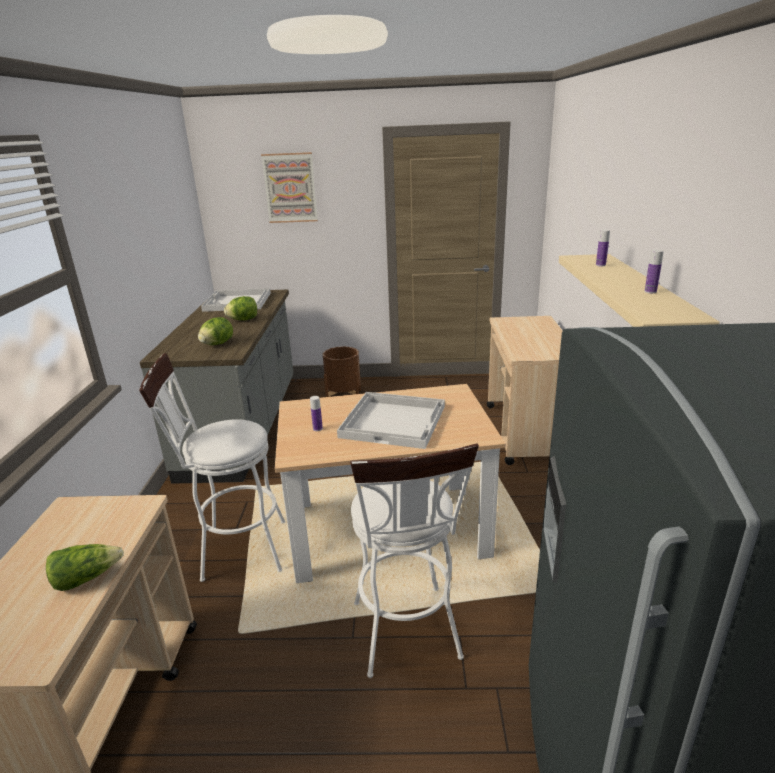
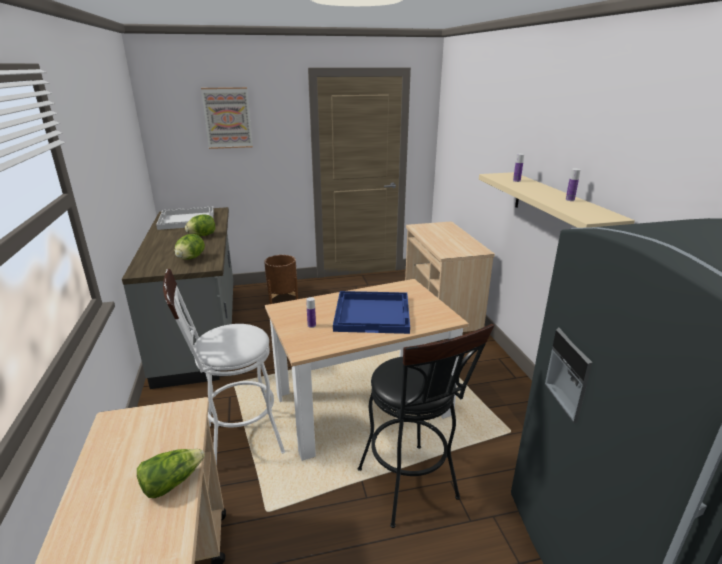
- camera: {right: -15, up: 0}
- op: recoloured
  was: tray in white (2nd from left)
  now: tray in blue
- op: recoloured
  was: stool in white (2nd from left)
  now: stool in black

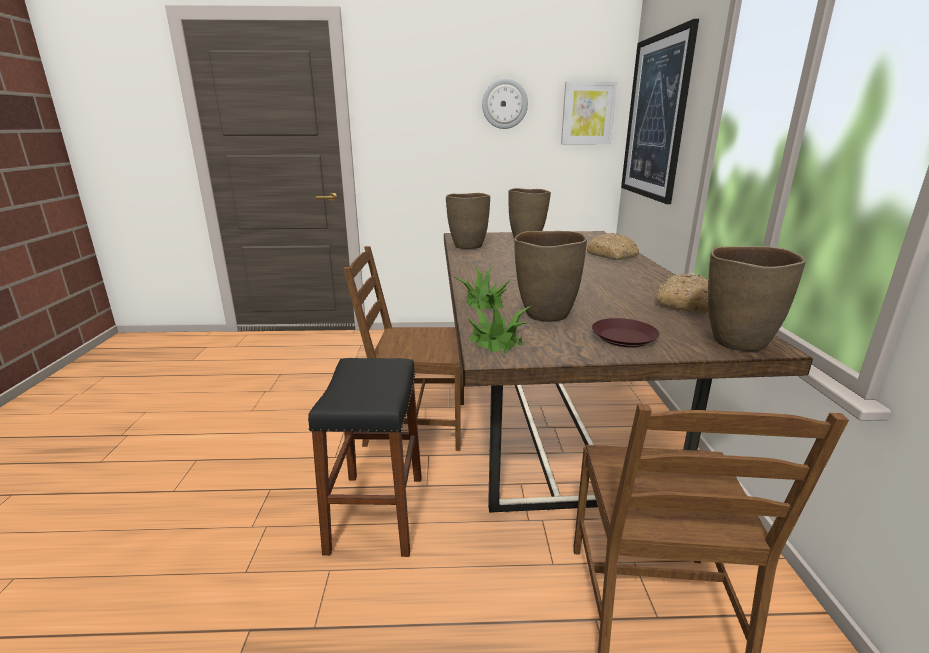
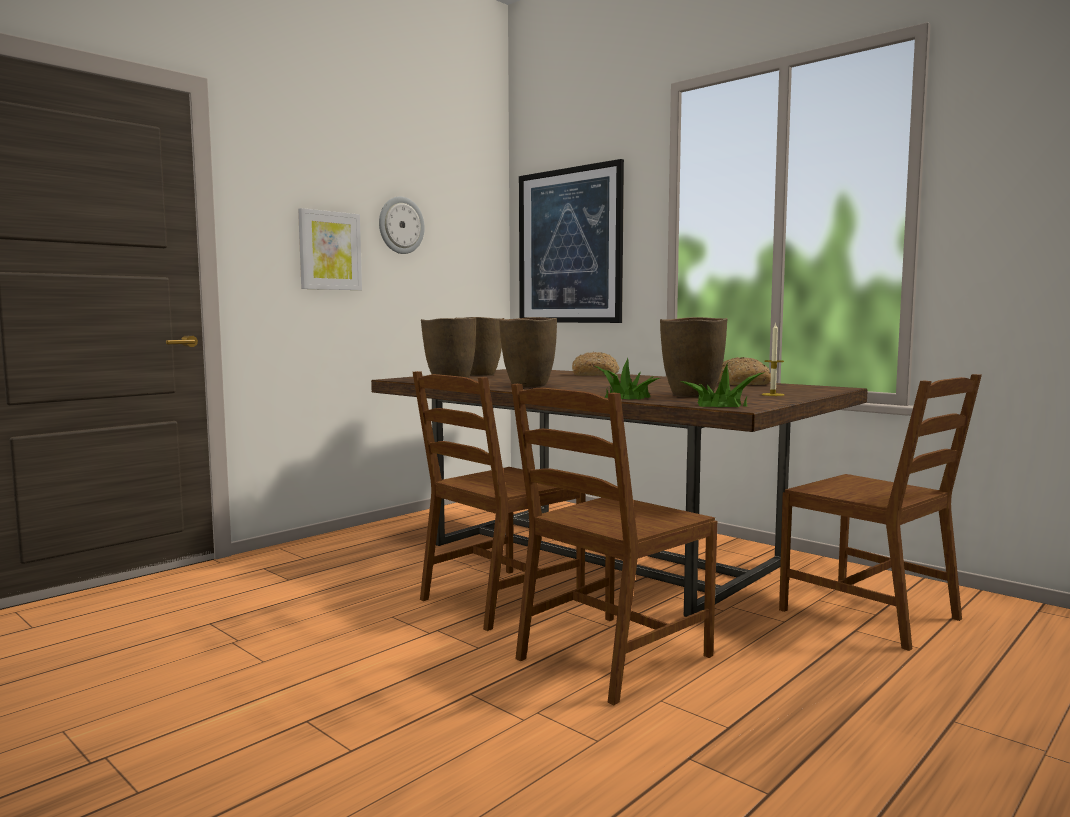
- camera: {right: -45, up: -15}
- op: moved
  was: picture (1st from left)
- op: moved
  was: vase in brown (4th from left in the first image)
  now: vase in brown (3rd from left)
- op: replaced
  was: stool in black
  now: chair in brown (2nd from left)
- op: replaced
  was: plate in brown
  now: candle

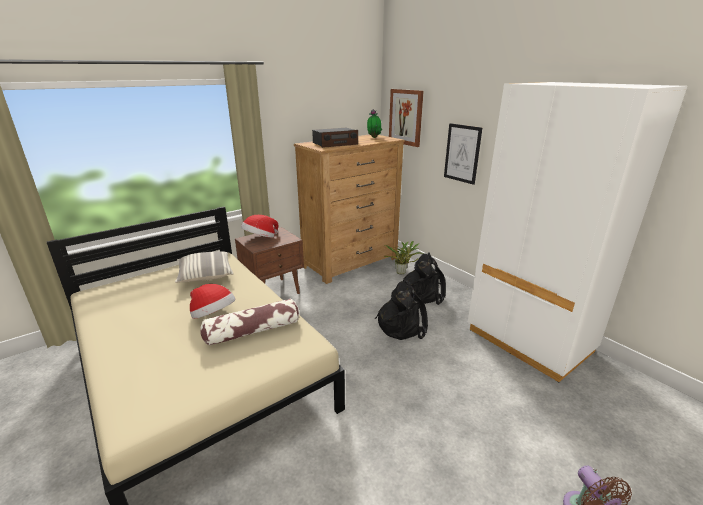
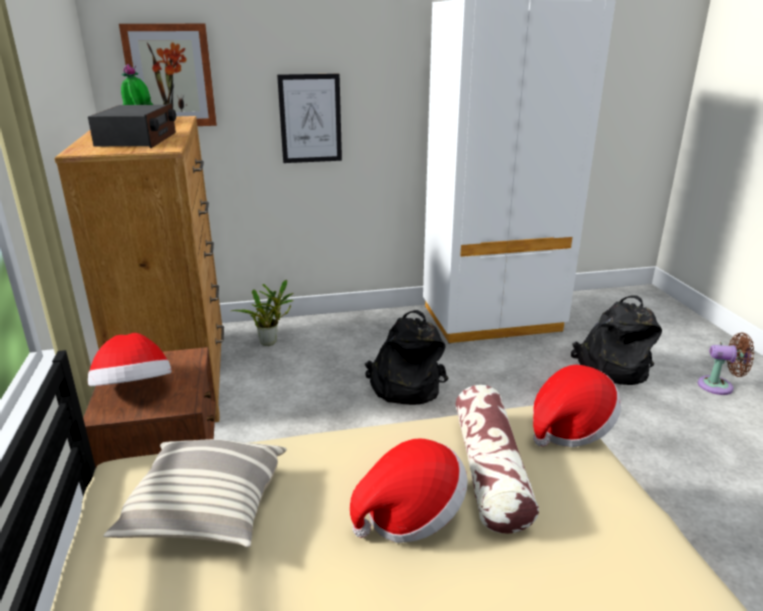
- camera: {right: -65, up: 0}
- op: added
  now: hat (3rd from left)
- op: moved
  was: backpack in black (2nd from left)

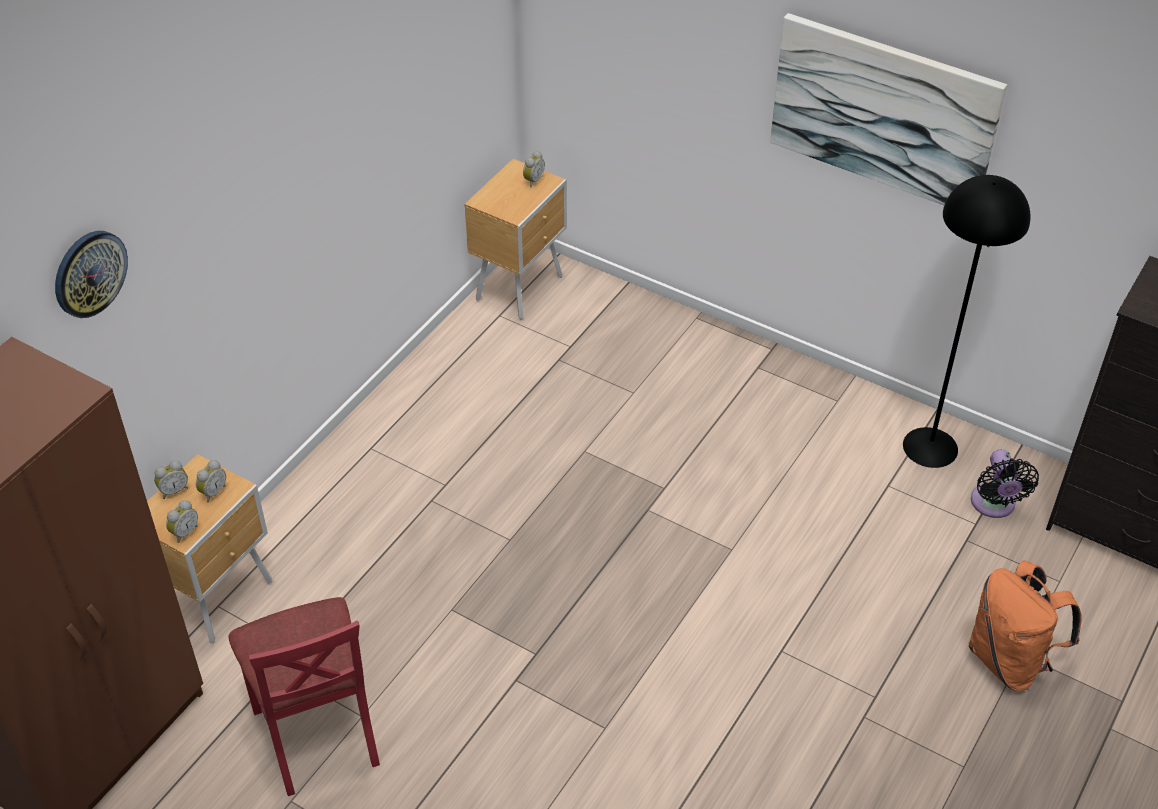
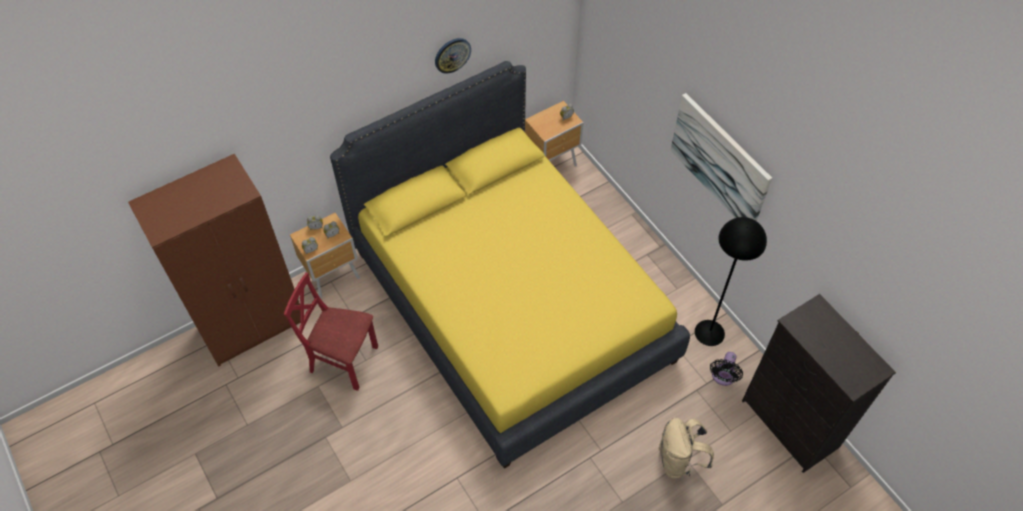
- camera: {right: 25, up: 10}
- op: turned
  was: chair in red
  clockwise: 105
- op: added
  now: bed in yellow
- op: moved
  was: wall clock
- op: recoloured
  was: backpack in orange
  now: backpack in beige

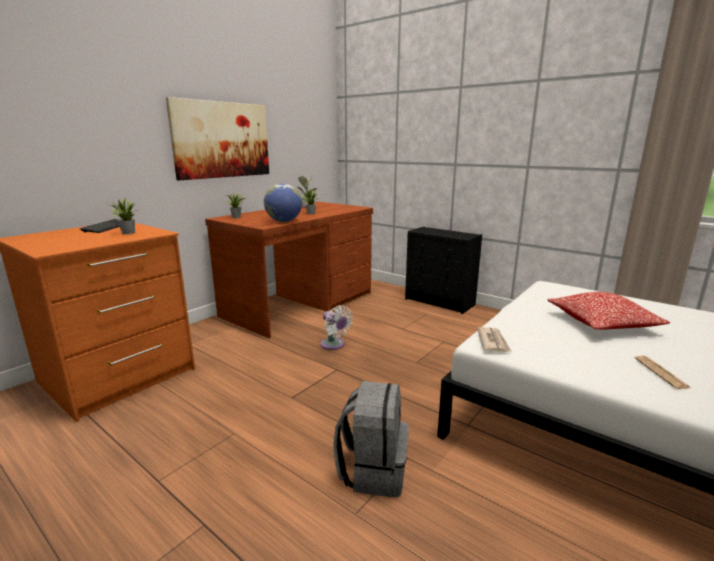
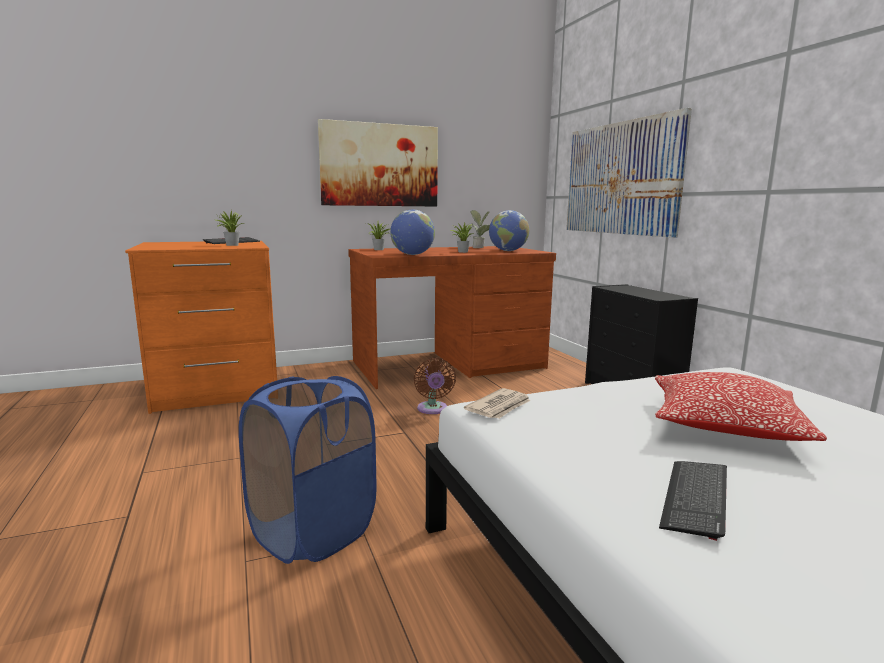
- camera: {right: 30, up: -5}
- op: replaced
  was: backpack in grey
  now: laundry basket in blue
- op: recoloured
  was: fan in white
  now: fan in brown
- op: added
  now: globe (2nd from left)
- op: added
  now: picture (2nd from left)
- op: replaced
  was: newspaper (2nd from left)
  now: keyboard (2nd from left)

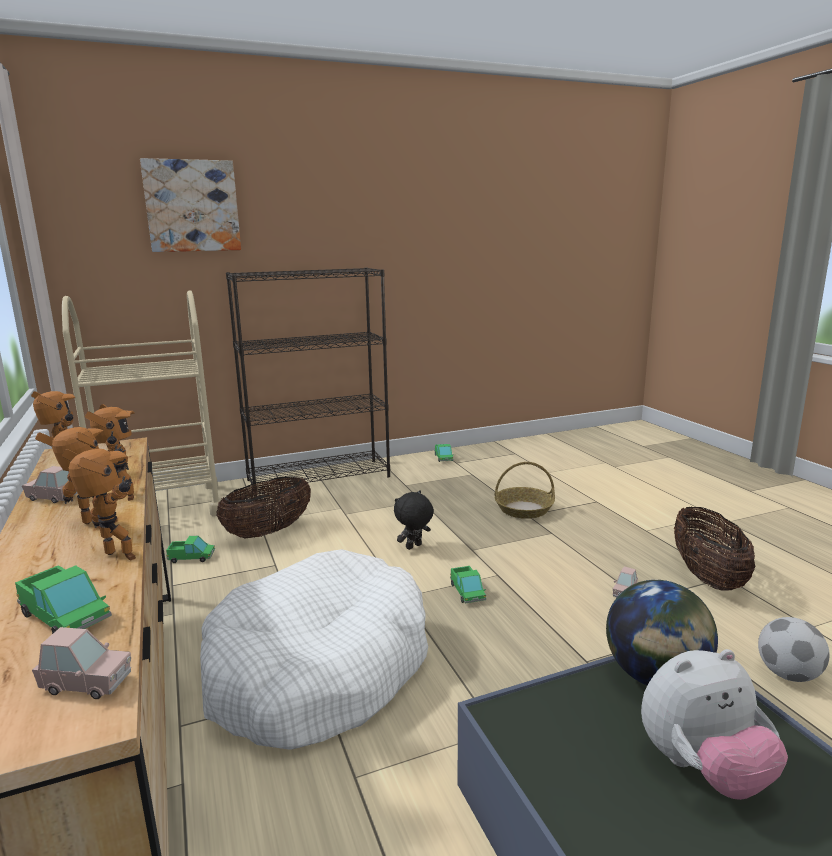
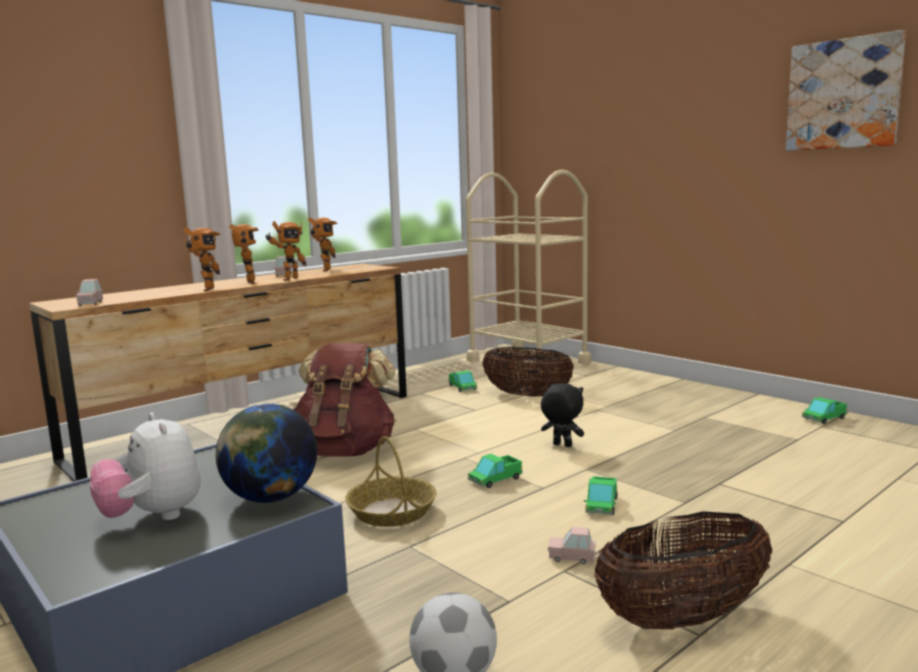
- camera: {right: 70, up: -5}
- op: replaced
  was: dog bed in white
  now: backpack in brown
- op: moved
  was: basket (2nd from left in the first image)
  now: basket (1st from left)
- op: moved
  was: toy truck (1st from left in the first image)
  now: toy truck (3rd from left)
- op: moved
  was: picture
- op: removed
  was: bookcase in black

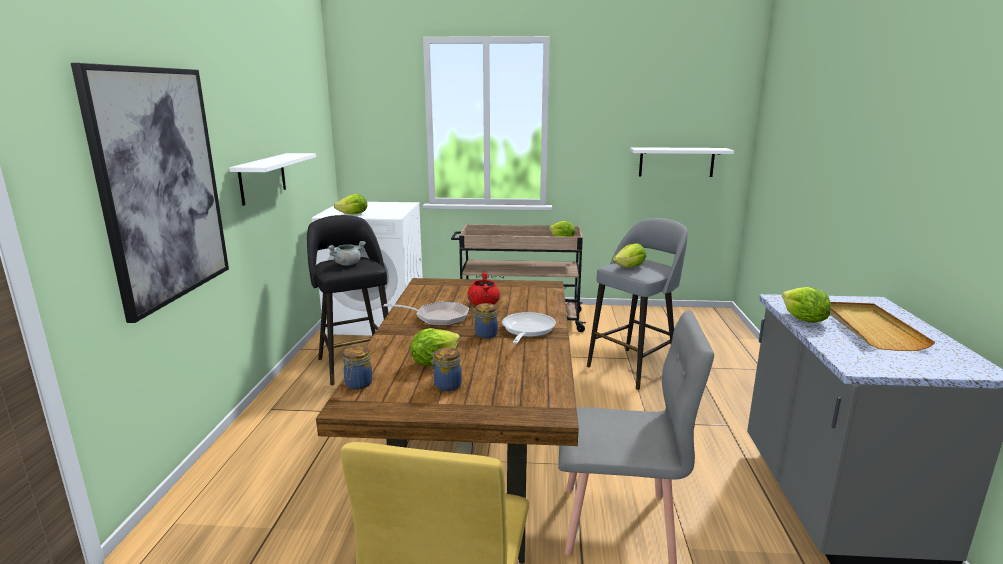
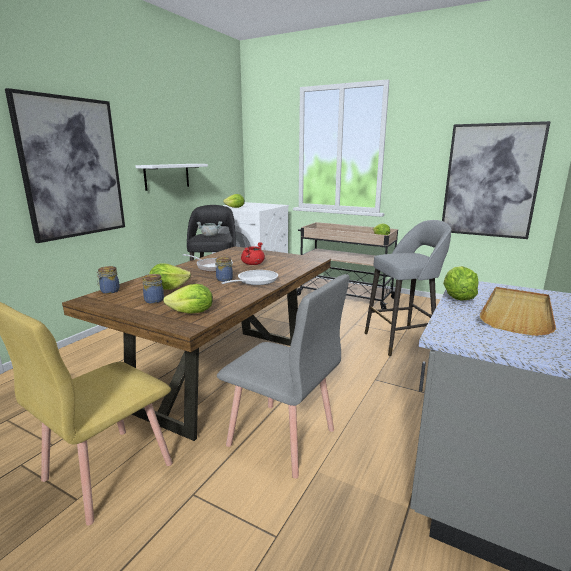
- camera: {right: 25, up: 0}
- op: moved
  was: lettuce (4th from left in the first image)
  now: lettuce (2nd from left)
- op: replaced
  was: shelf in white (2nd from left)
  now: picture (2nd from left)

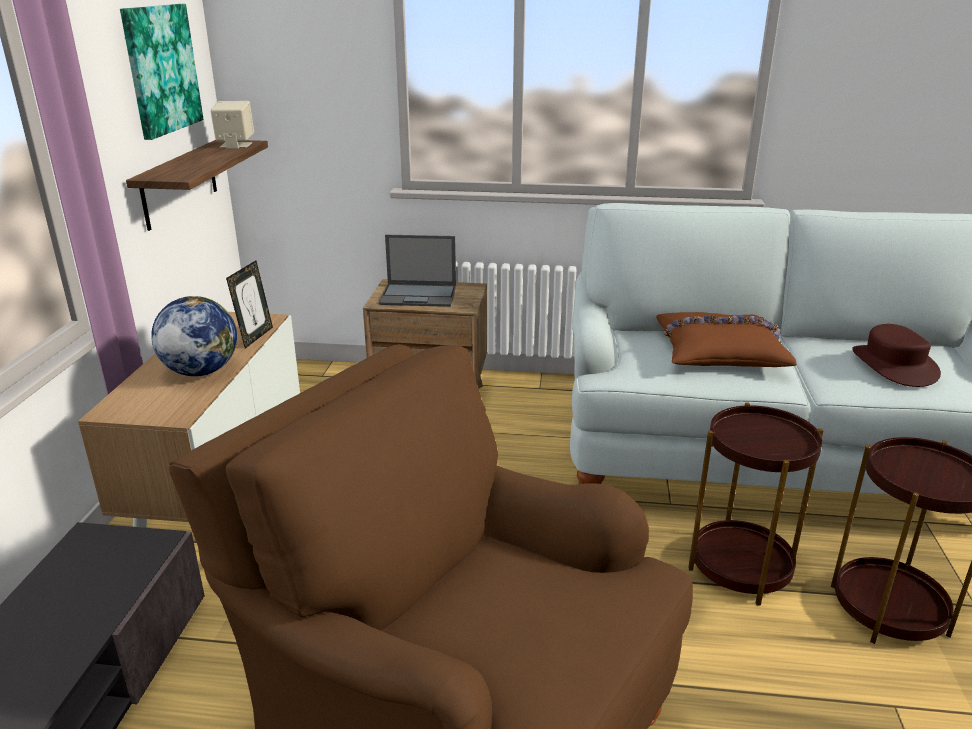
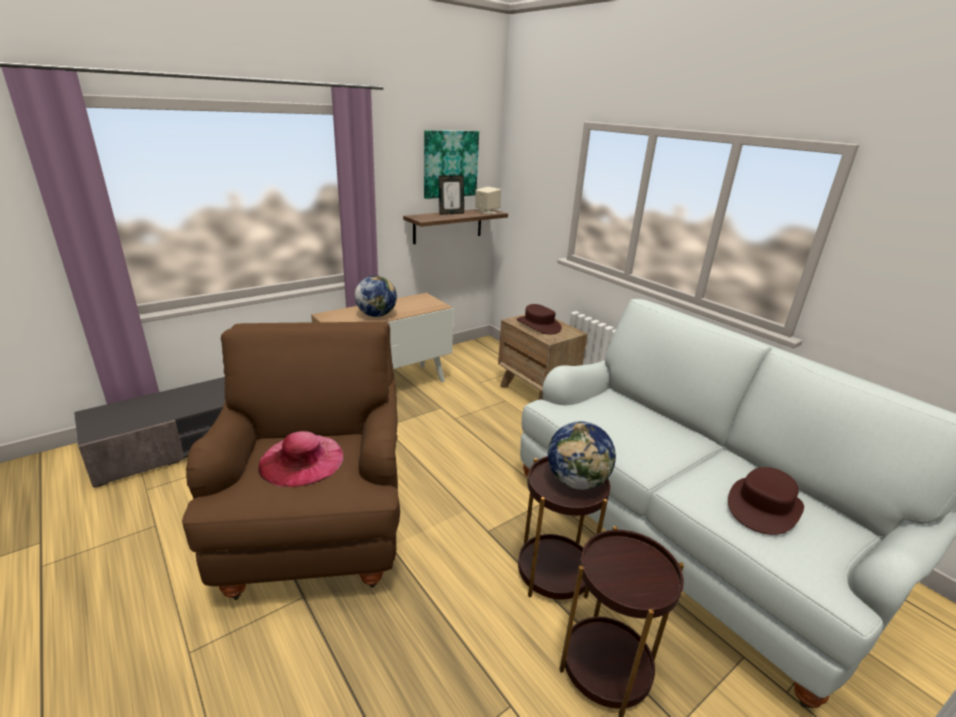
- camera: {right: 45, up: 0}
- op: added
  now: hat in pink
- op: moved
  was: picture frame
- op: replaced
  was: laptop
  now: hat in brown (1st from left)
- op: added
  now: globe (2nd from left)
- op: removed
  was: pillow in brown

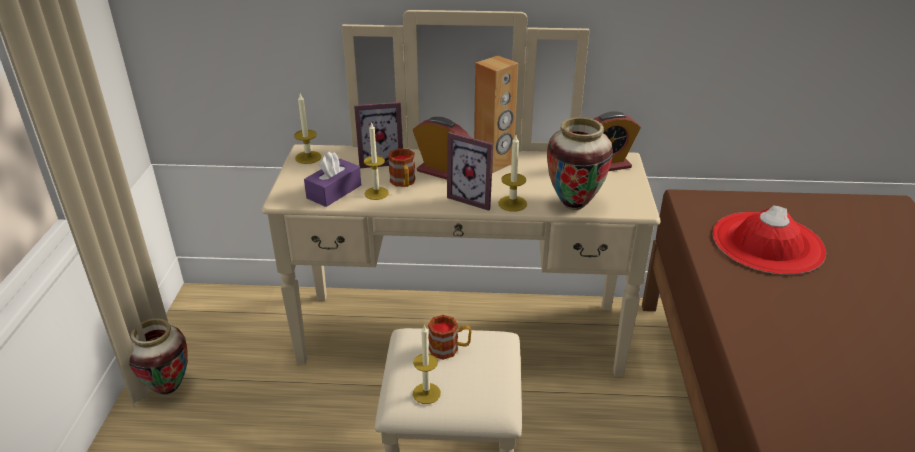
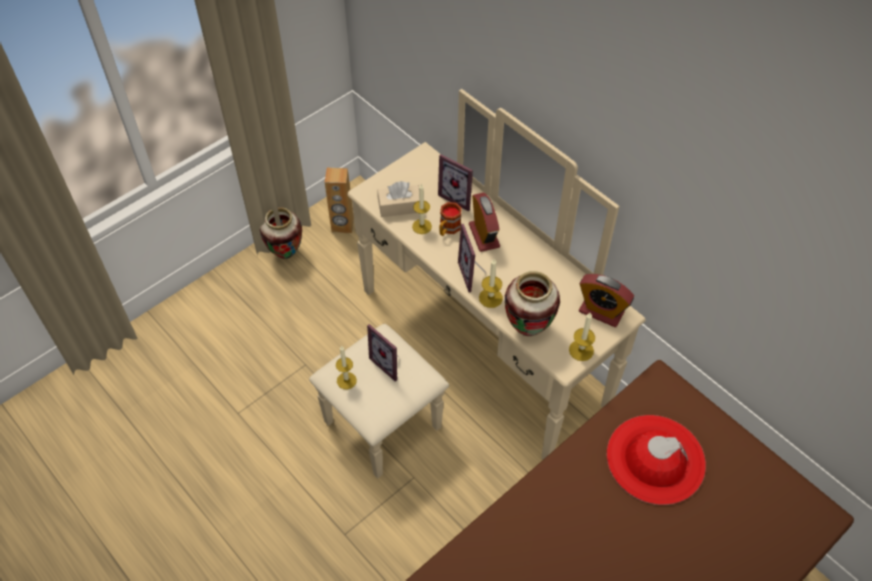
- camera: {right: 45, up: 20}
- op: moved
  was: speaker in brown
- op: replaced
  was: mug (2nd from left)
  now: picture frame (1st from left)
- op: recoloured
  was: tissue box in purple
  now: tissue box in beige
- op: moved
  was: candle (1st from left in the first image)
  now: candle (4th from left)

